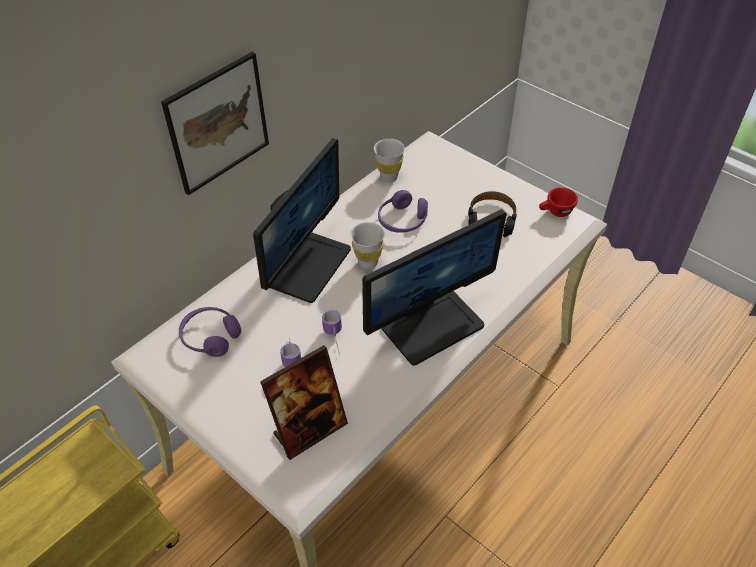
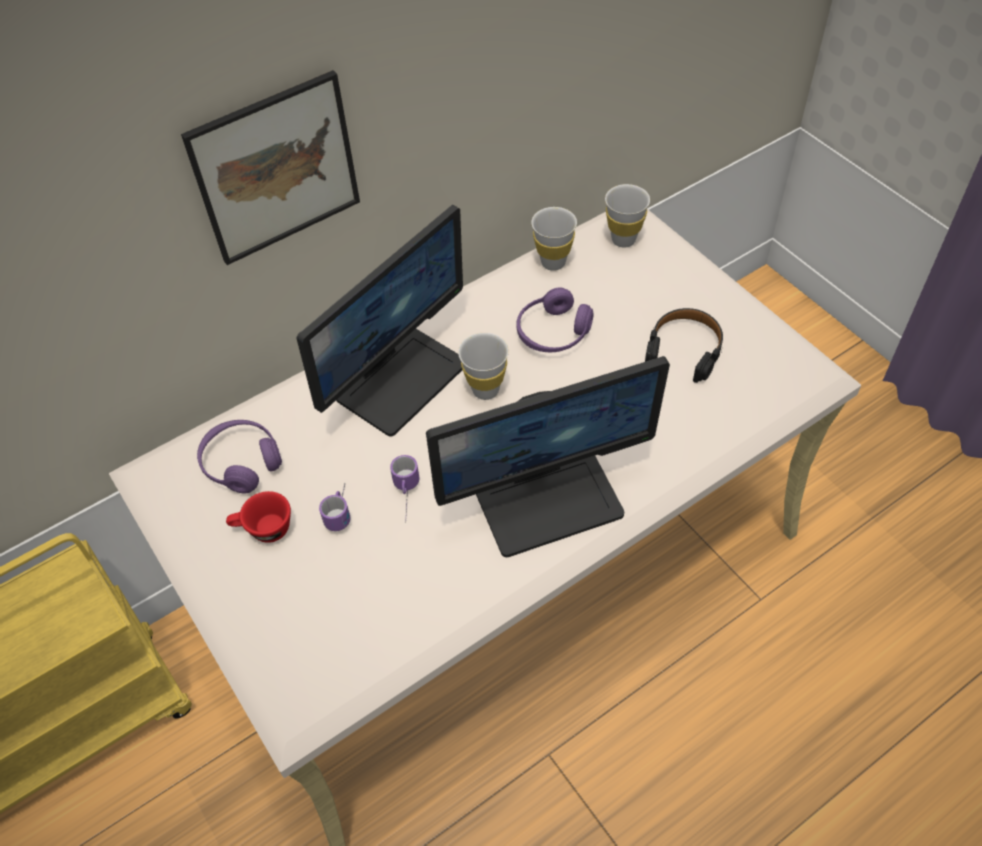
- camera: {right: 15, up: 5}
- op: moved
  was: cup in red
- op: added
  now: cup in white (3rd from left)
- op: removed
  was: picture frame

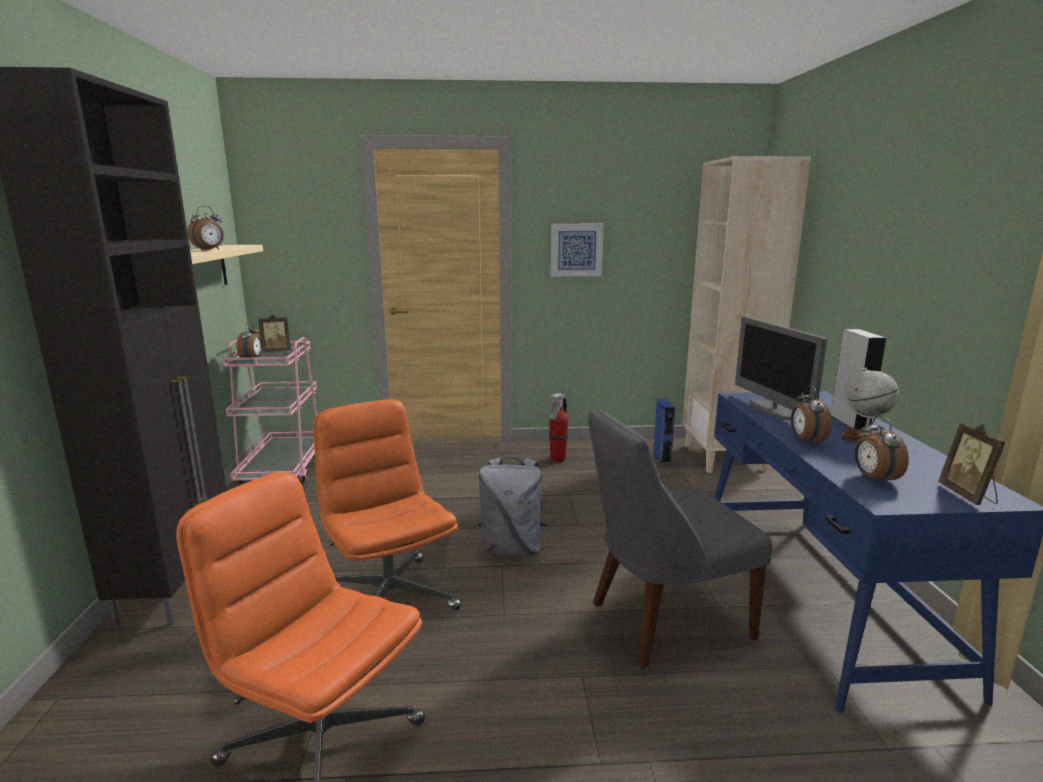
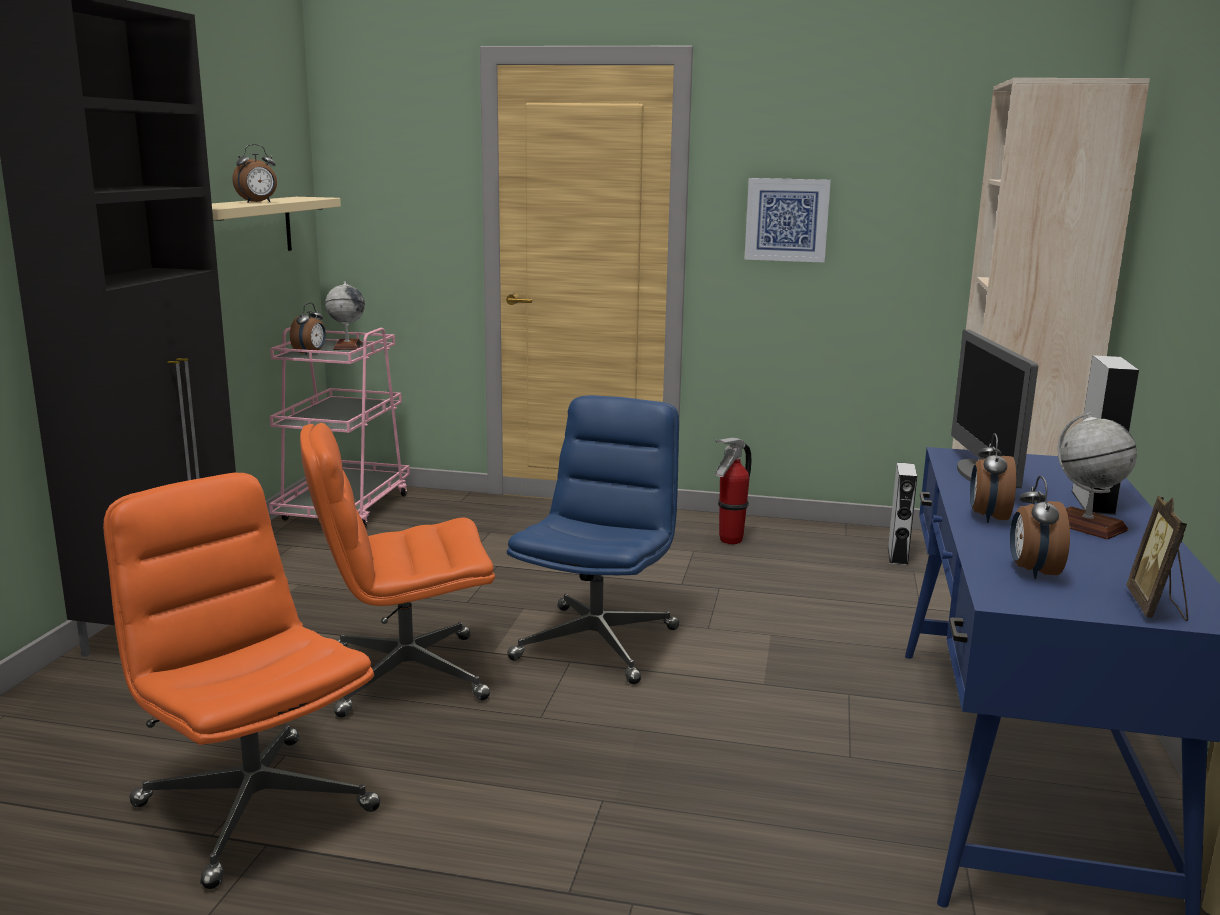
- camera: {right: 15, up: 0}
- op: turned
  was: office chair in orange (2nd from left)
  clockwise: -90
- op: replaced
  was: picture frame (1st from left)
  now: globe (1st from left)
- op: replaced
  was: backpack in grey
  now: office chair in blue
- op: recoloured
  was: speaker in blue
  now: speaker in grey (1st from left)
- op: removed
  was: chair in grey

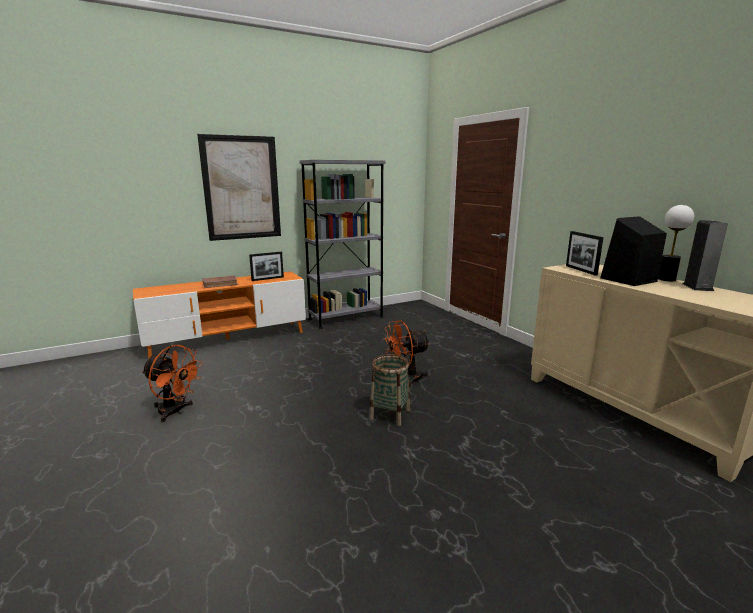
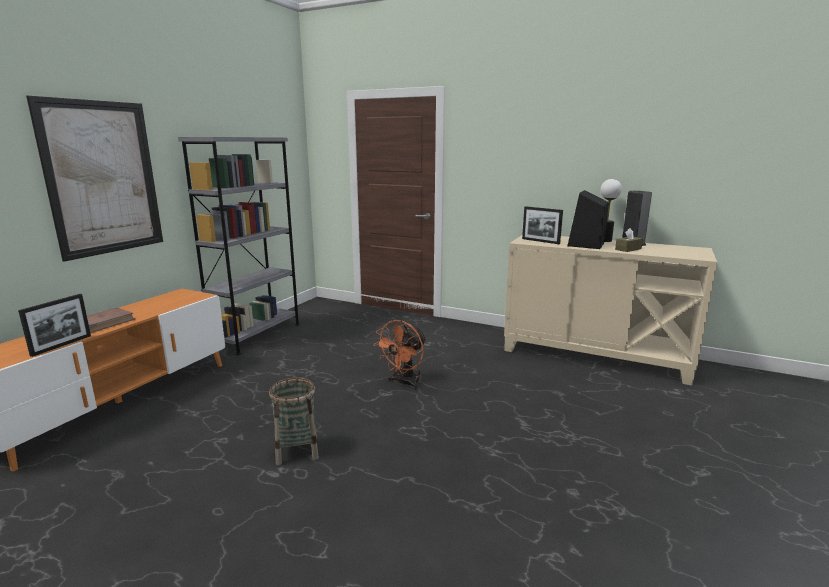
- camera: {right: -35, up: 0}
- op: moved
  was: picture frame (1st from left)
- op: moved
  was: basket
- op: added
  now: tissue box in brown
- op: removed
  was: fan in orange (1st from left)

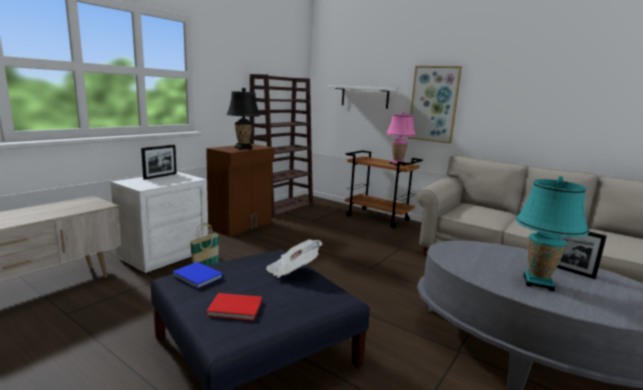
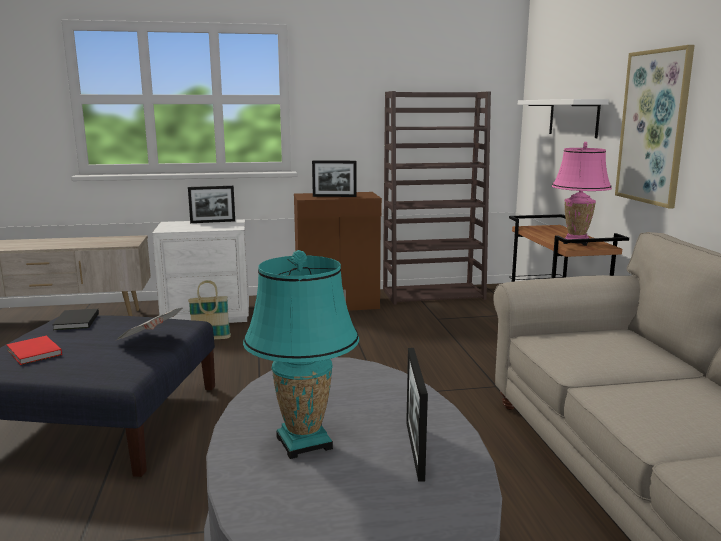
- camera: {right: 45, up: 0}
- op: recoloured
  was: book in blue
  now: book in black
- op: replaced
  was: table lamp in black
  now: picture frame (2nd from left)

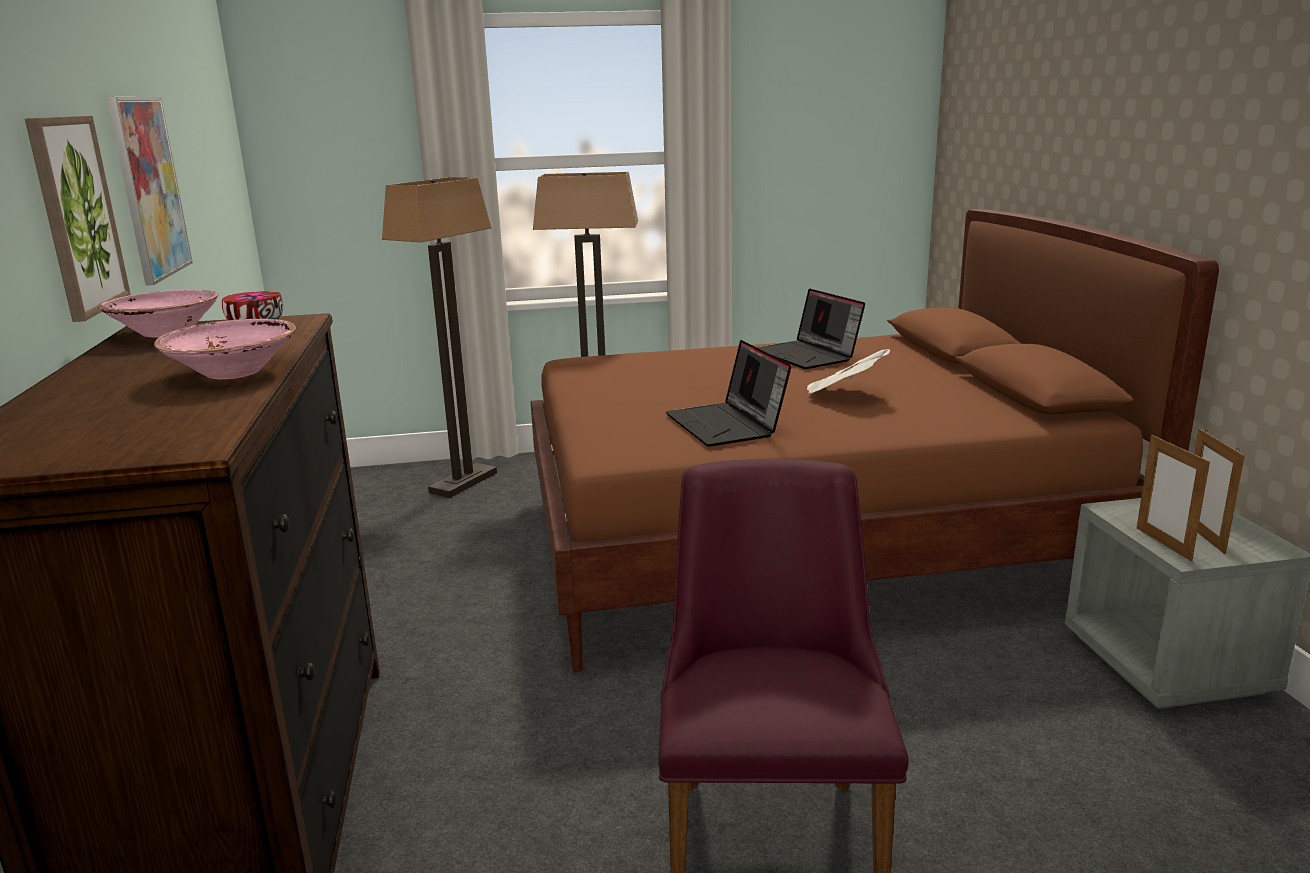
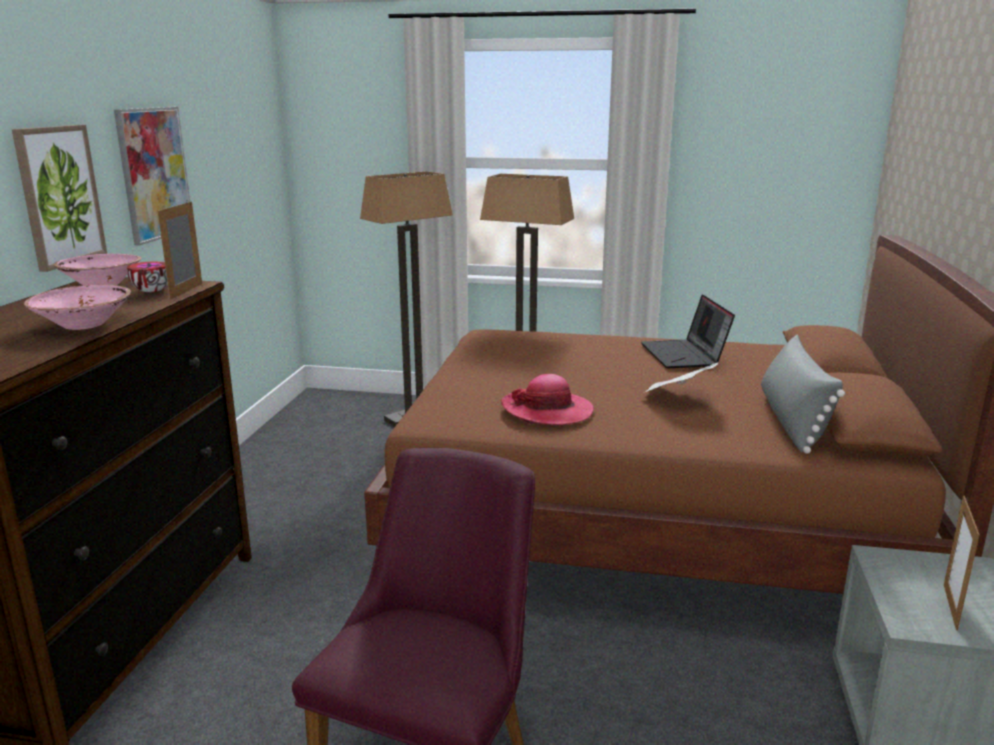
- camera: {right: 20, up: 0}
- op: moved
  was: picture frame (1st from left)
- op: replaced
  was: laptop (1st from left)
  now: hat
- op: added
  now: pillow in grey

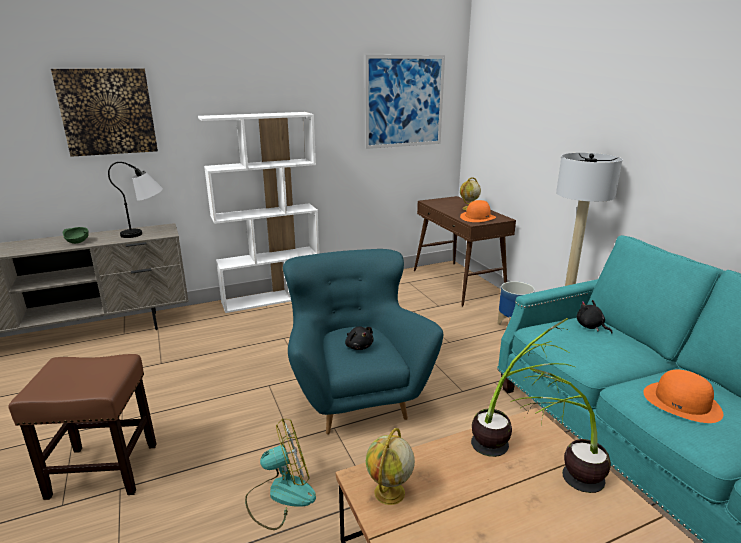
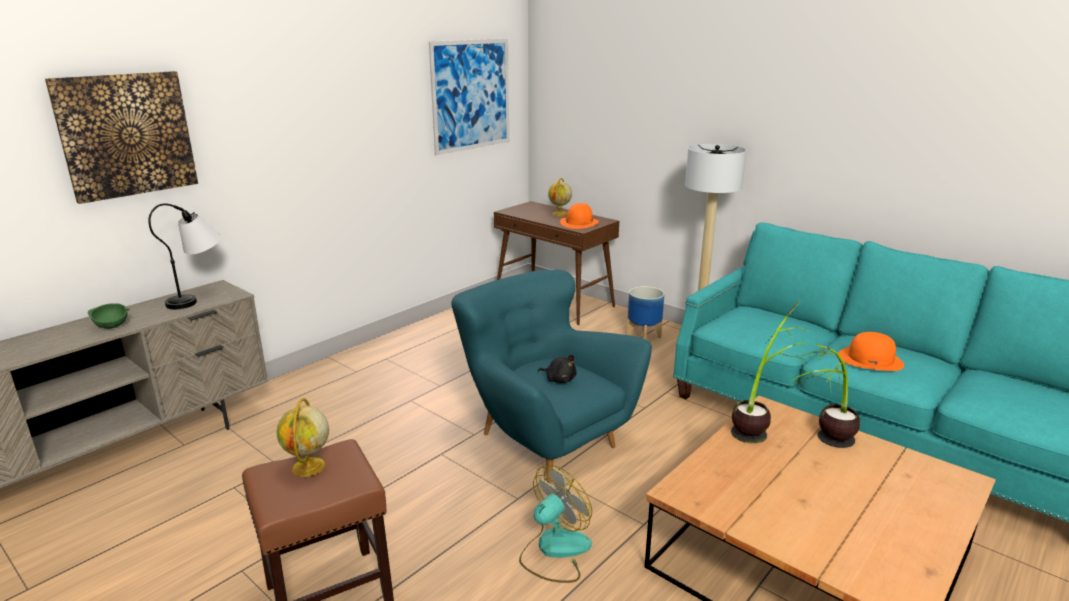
- camera: {right: -25, up: 0}
- op: moved
  was: globe (1st from left)
- op: removed
  was: bookcase in white
- op: removed
  was: plush toy in black (2nd from left)

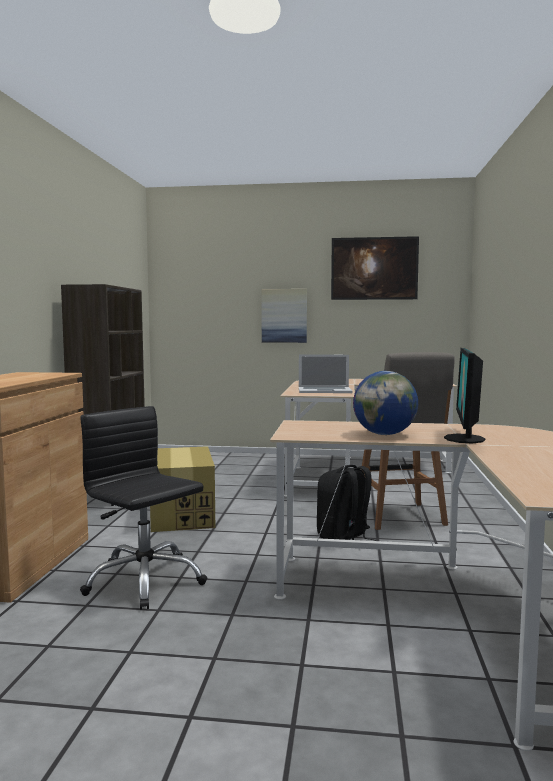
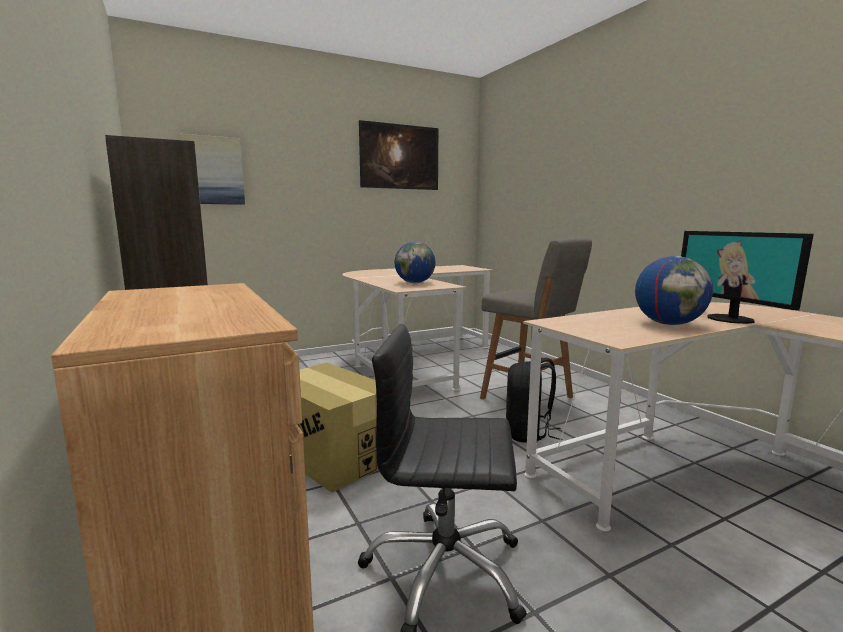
- camera: {right: -35, up: 5}
- op: moved
  was: picture (1st from left)
- op: replaced
  was: laptop
  now: globe (1st from left)

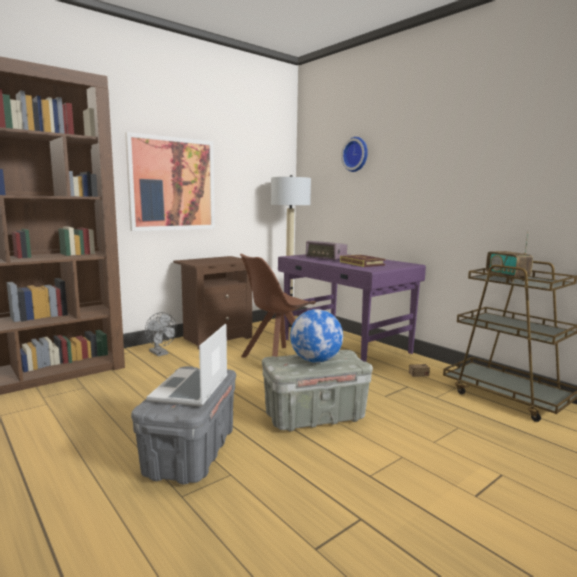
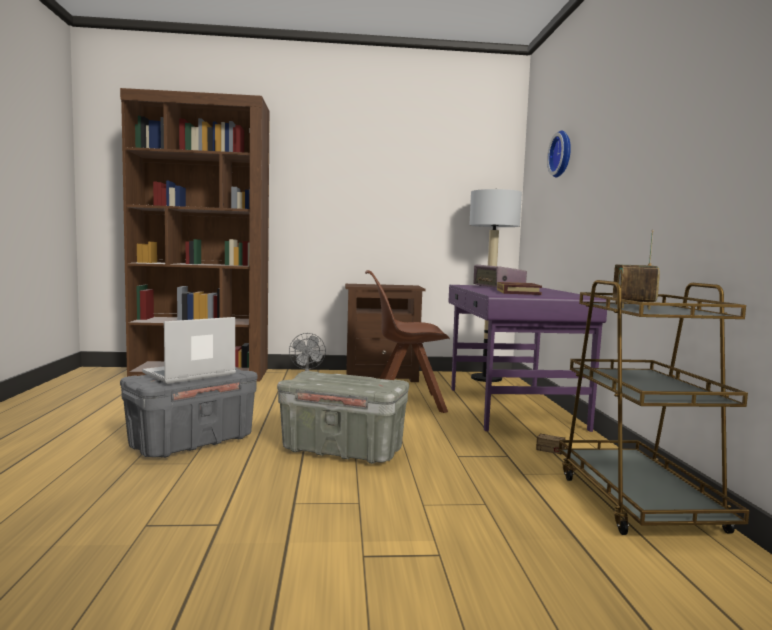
- camera: {right: 35, up: -5}
- op: removed
  was: picture
- op: removed
  was: globe

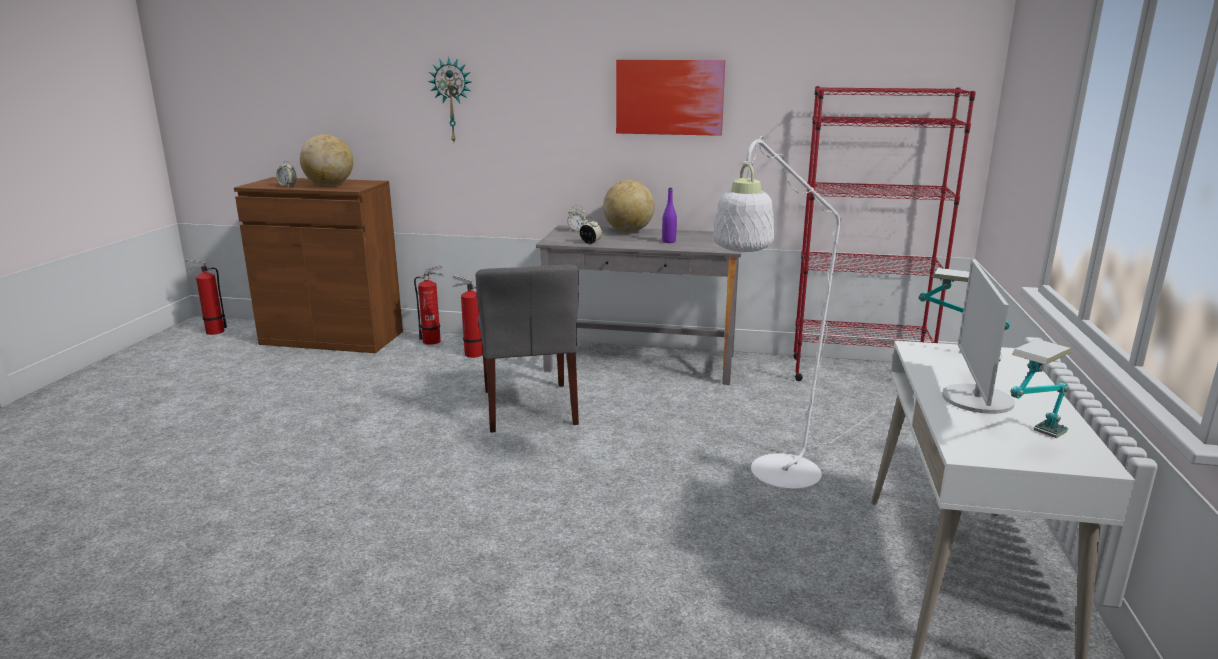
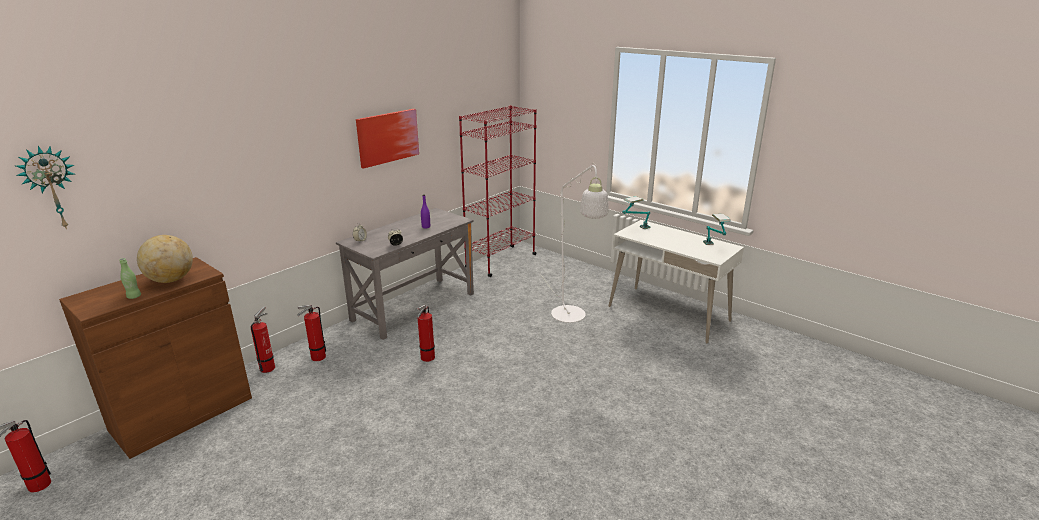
- camera: {right: -60, up: 5}
- op: moved
  was: wall clock
- op: replaced
  was: alarm clock (1st from left)
  now: bottle in green
- op: replaced
  was: chair in grey
  now: fire extinguisher (4th from left)
- op: removed
  was: globe (2nd from left)
- op: removed
  was: monitor

